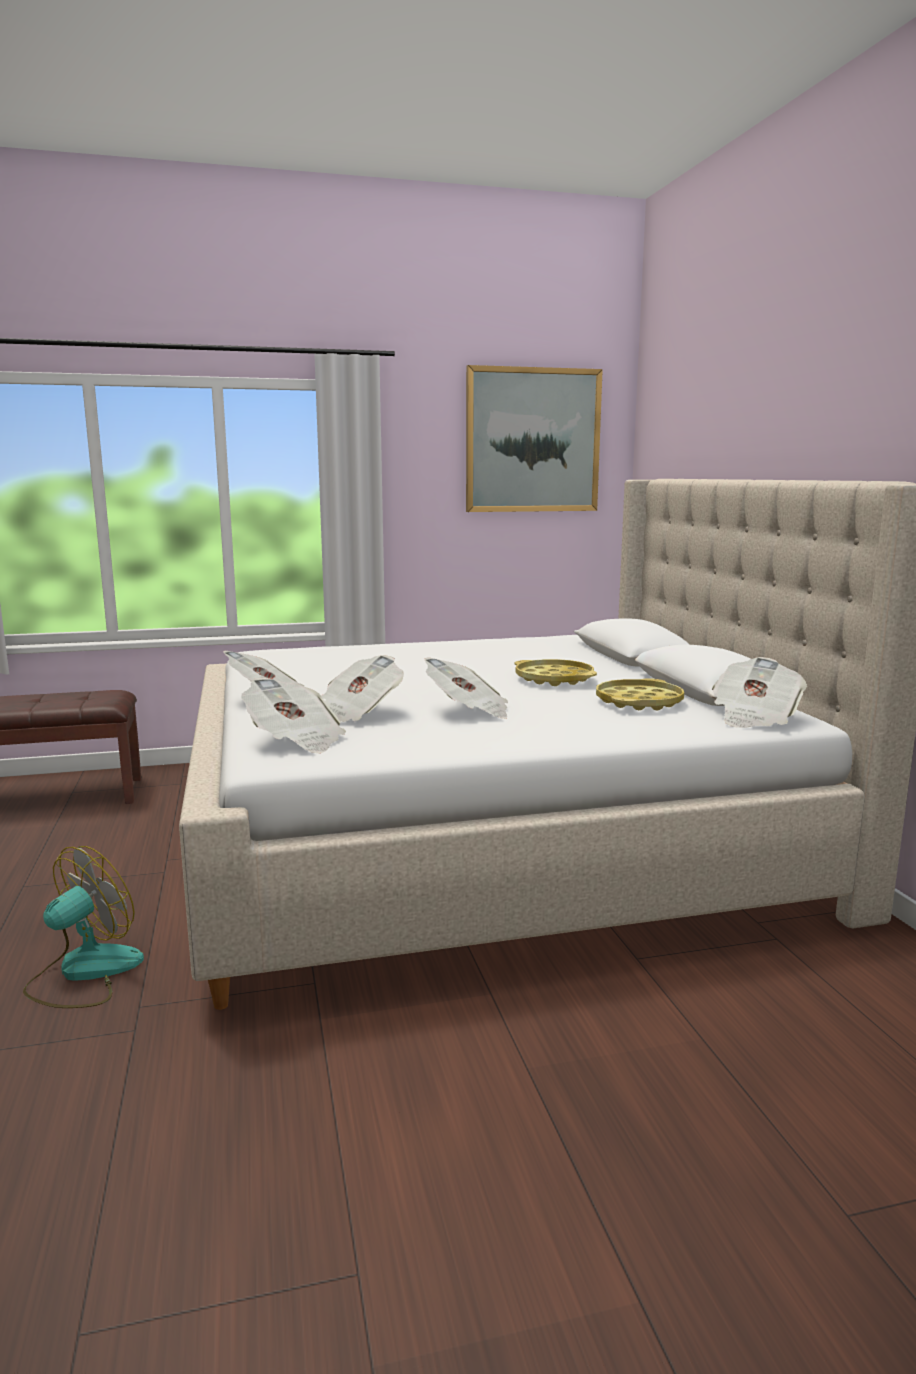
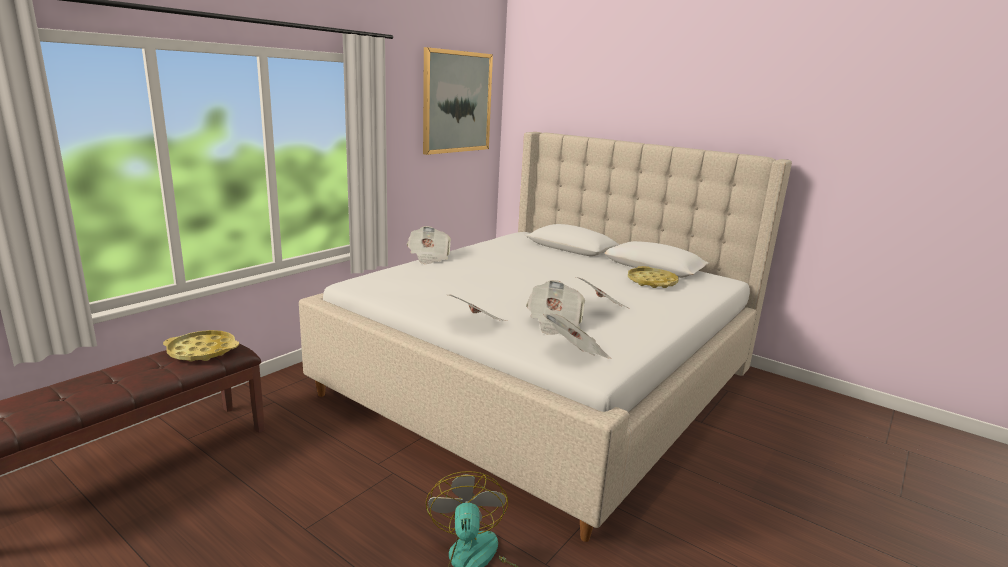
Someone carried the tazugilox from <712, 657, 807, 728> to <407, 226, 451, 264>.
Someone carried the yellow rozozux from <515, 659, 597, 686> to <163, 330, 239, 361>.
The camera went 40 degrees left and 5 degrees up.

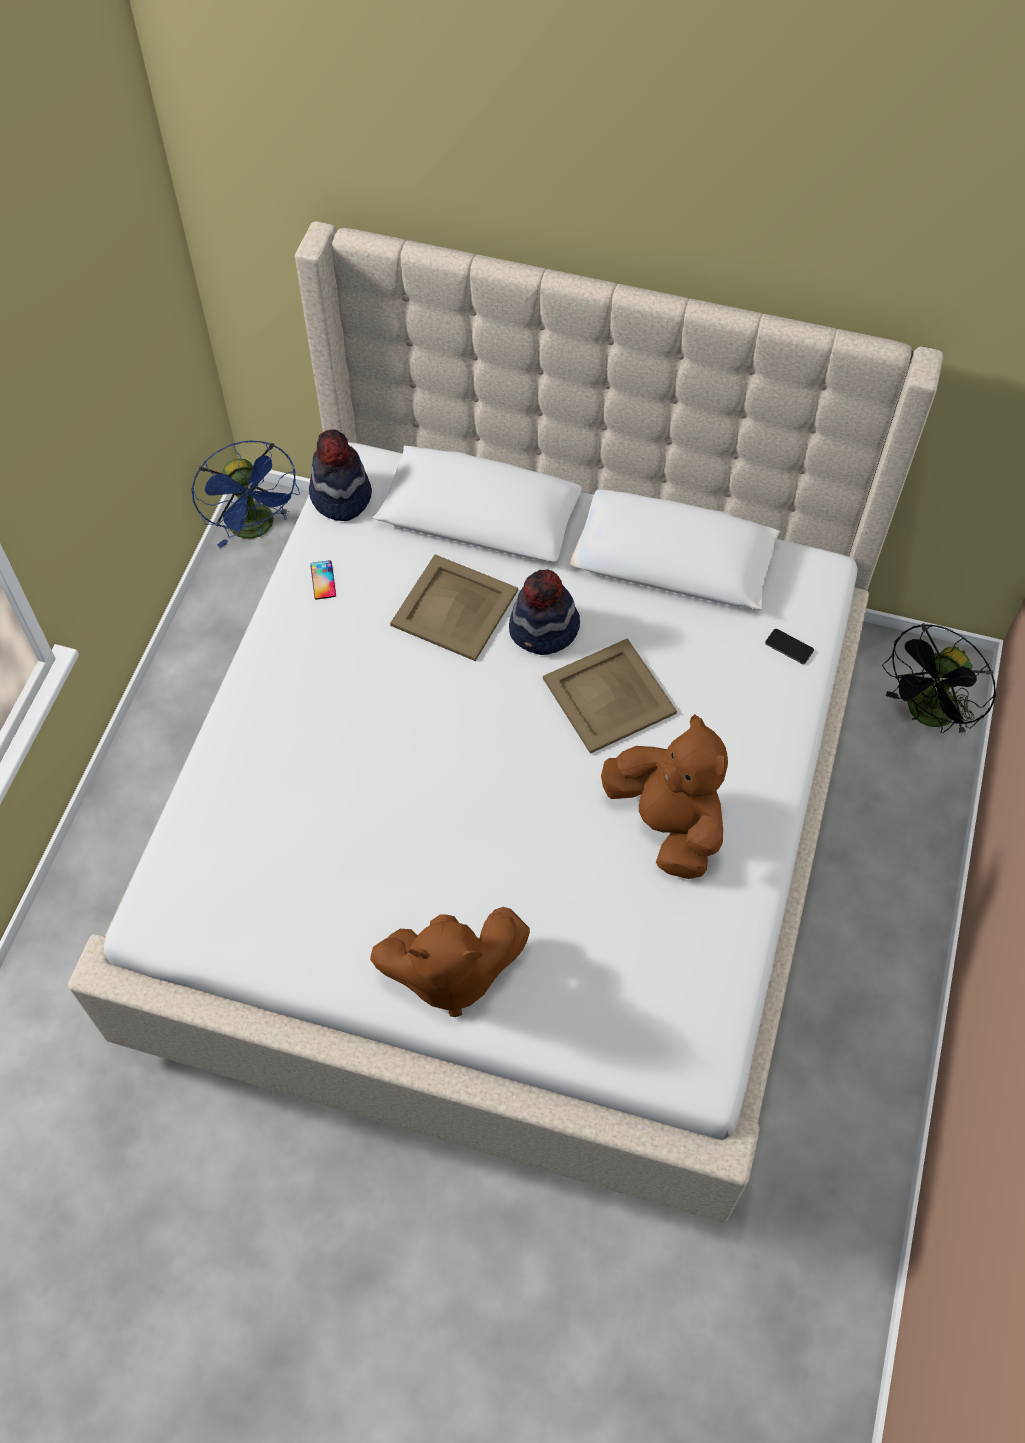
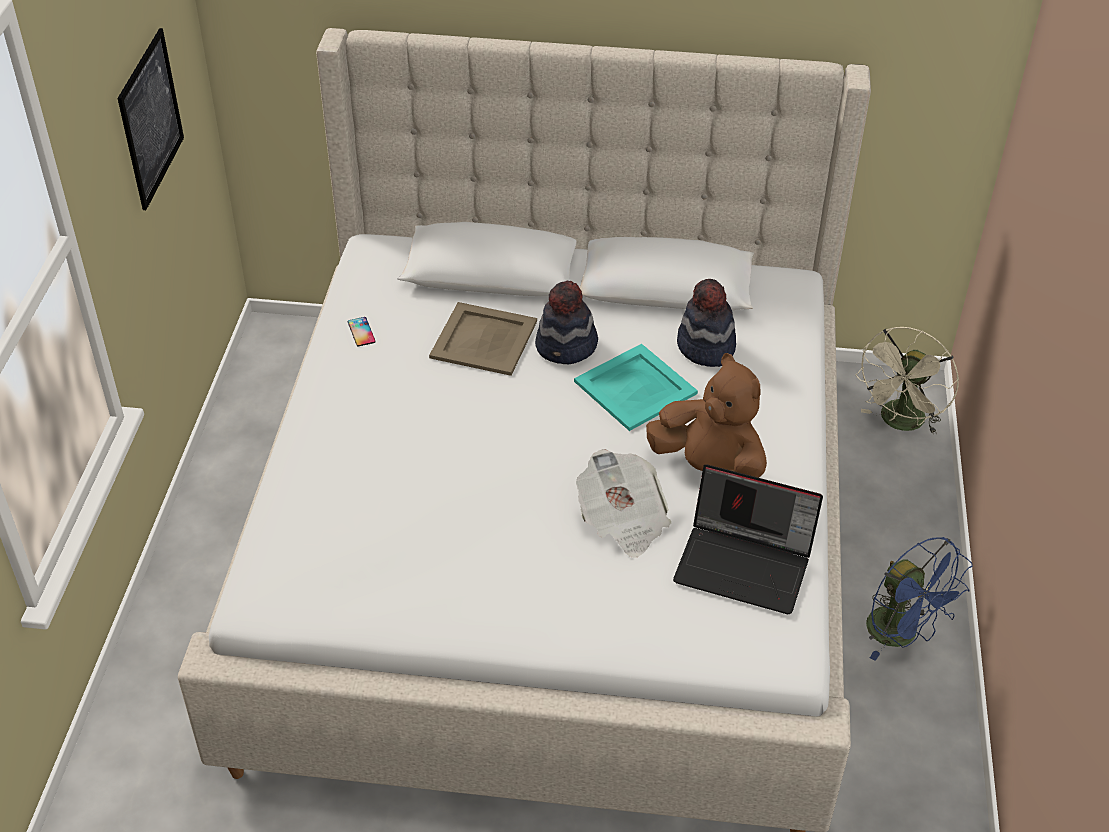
Someone carried the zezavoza from <309, 430, 372, 521> to <677, 279, 736, 367>.
Someone carried the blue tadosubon from <192, 441, 300, 548> to <866, 537, 973, 661>.
Someone repainted the black tadosubon at <882, 623, 996, 735>, which became the beige tadosubon at <856, 327, 959, 435>.
Someone took away the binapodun at <765, 629, 814, 664>.
Someone repainted the beige rozozux at <543, 638, 677, 754>, which became the turquoise rozozux at <574, 344, 698, 431>.
Someone took away the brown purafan at <370, 907, 530, 1017>.
Someone put up the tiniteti at <118, 28, 184, 210>.
Someone put down the tazugilox at <576, 449, 671, 558>.
Someone put down the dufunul at <673, 464, 823, 614>.
The camera went 10 degrees left and 15 degrees down.

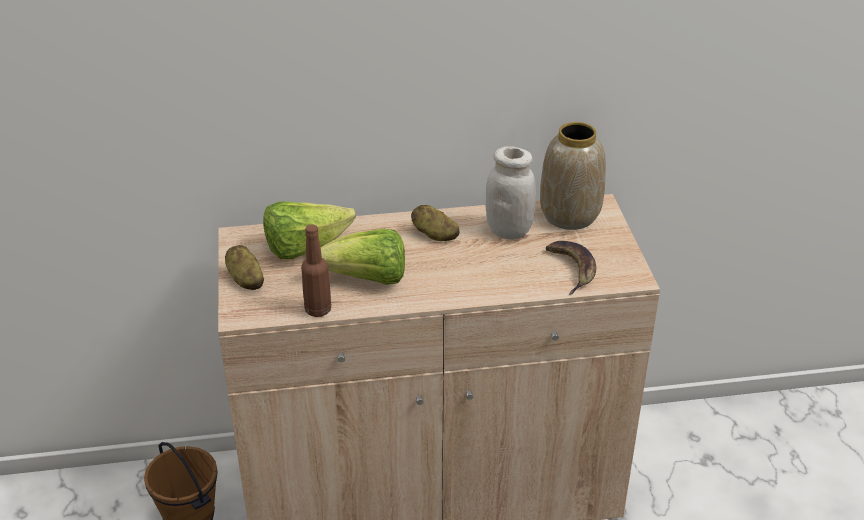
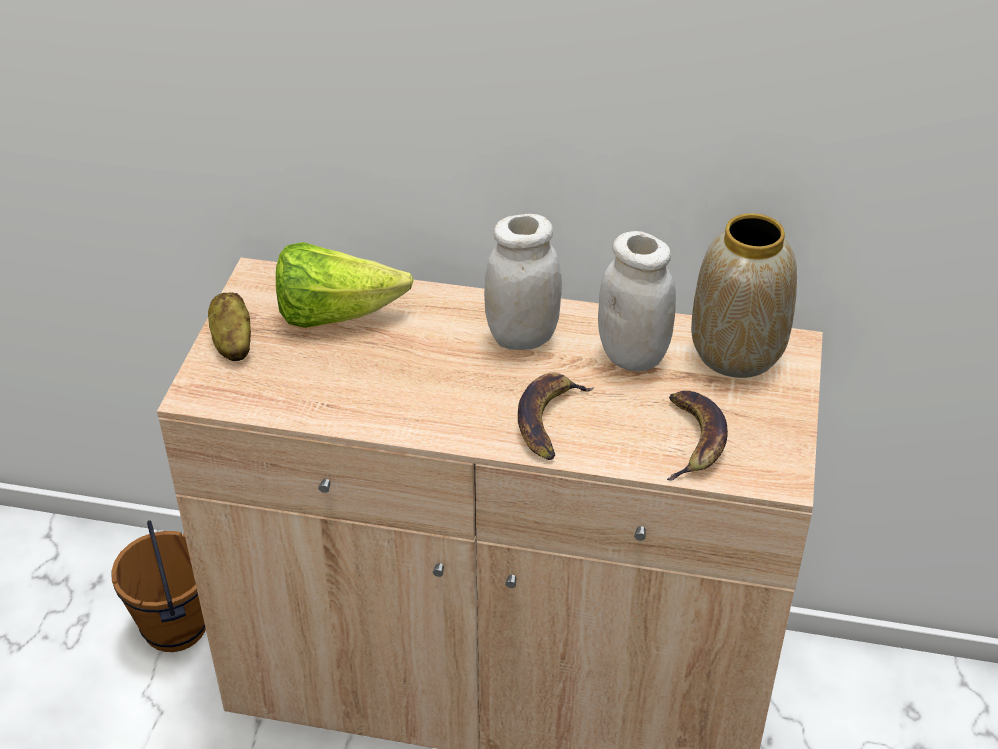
Someone swapped the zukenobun at <411, 205, 459, 241> for the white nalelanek at <484, 214, 562, 350>.
Someone took away the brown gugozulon at <301, 224, 331, 317>.
Someone took away the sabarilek at <320, 229, 405, 285>.
Someone put down the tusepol at <518, 373, 594, 460>.
The camera went 20 degrees right and 5 degrees up.

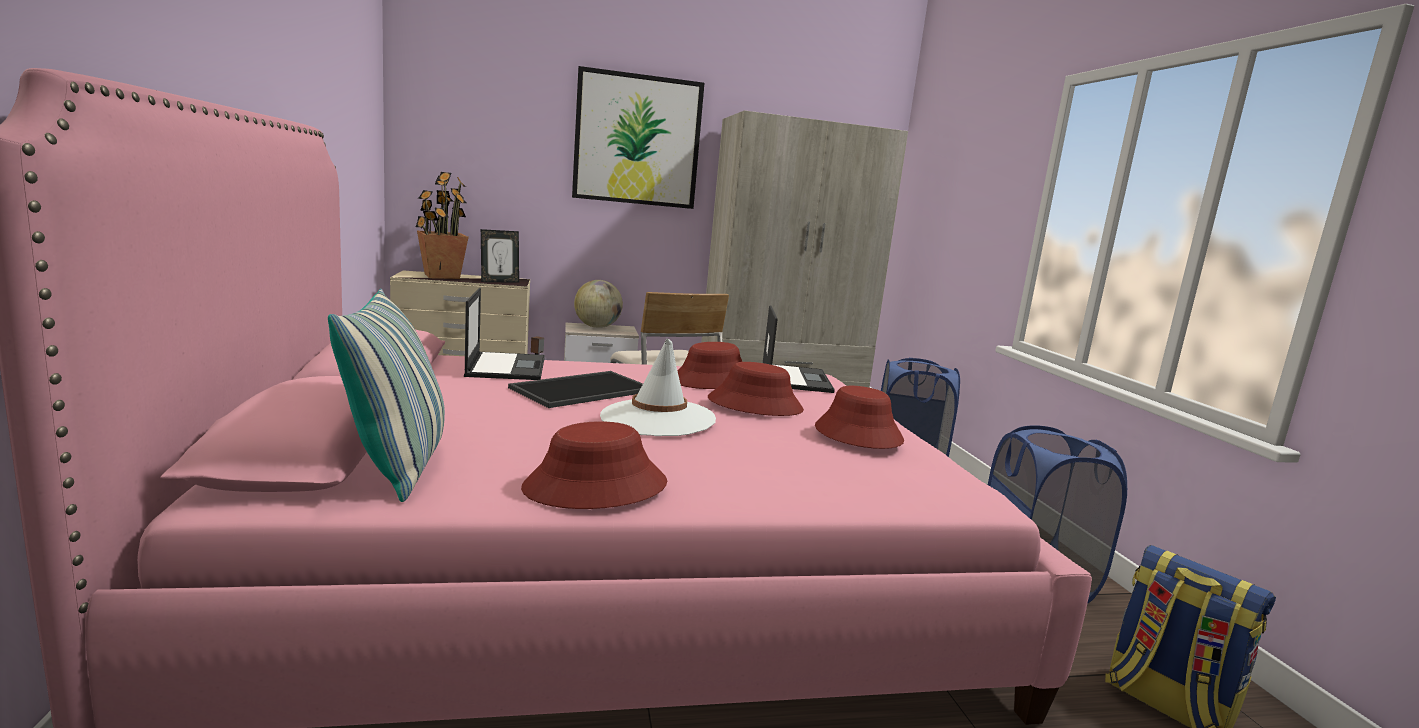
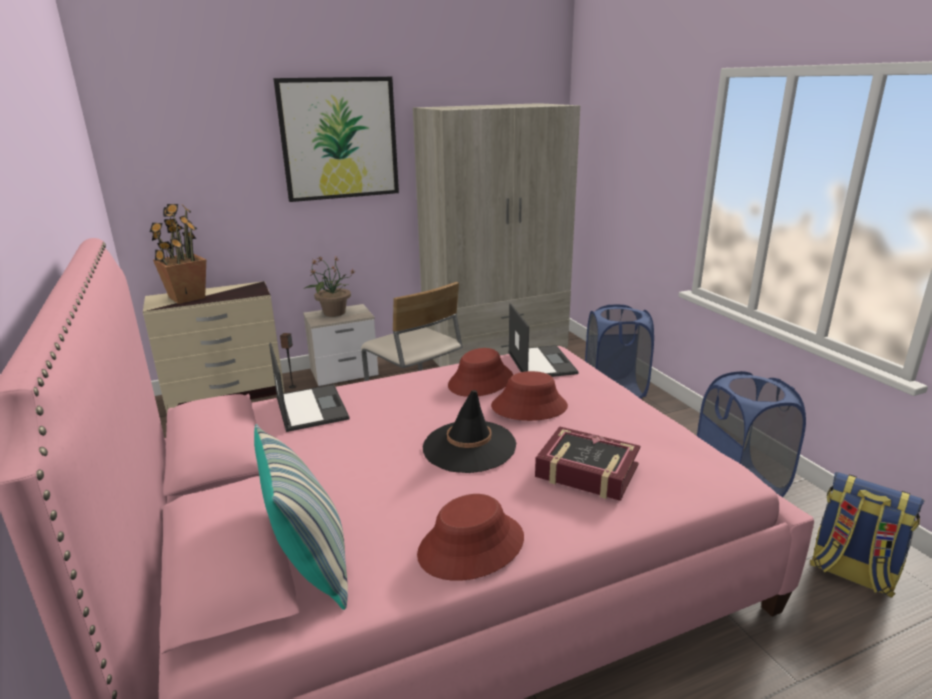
Someone took away the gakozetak at <481, 229, 519, 283>.
Someone swapped the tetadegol at <574, 280, 623, 328> for the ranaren at <305, 256, 355, 317>.
Someone repainted the white zezavoza at <600, 338, 716, 436>, which became the black zezavoza at <423, 390, 516, 473>.
Someone took away the rozozux at <508, 371, 643, 408>.
Someone took away the red zezavoza at <815, 386, 904, 449>.
Someone put down the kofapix at <535, 426, 640, 501>.
The camera went 10 degrees left and 10 degrees up.

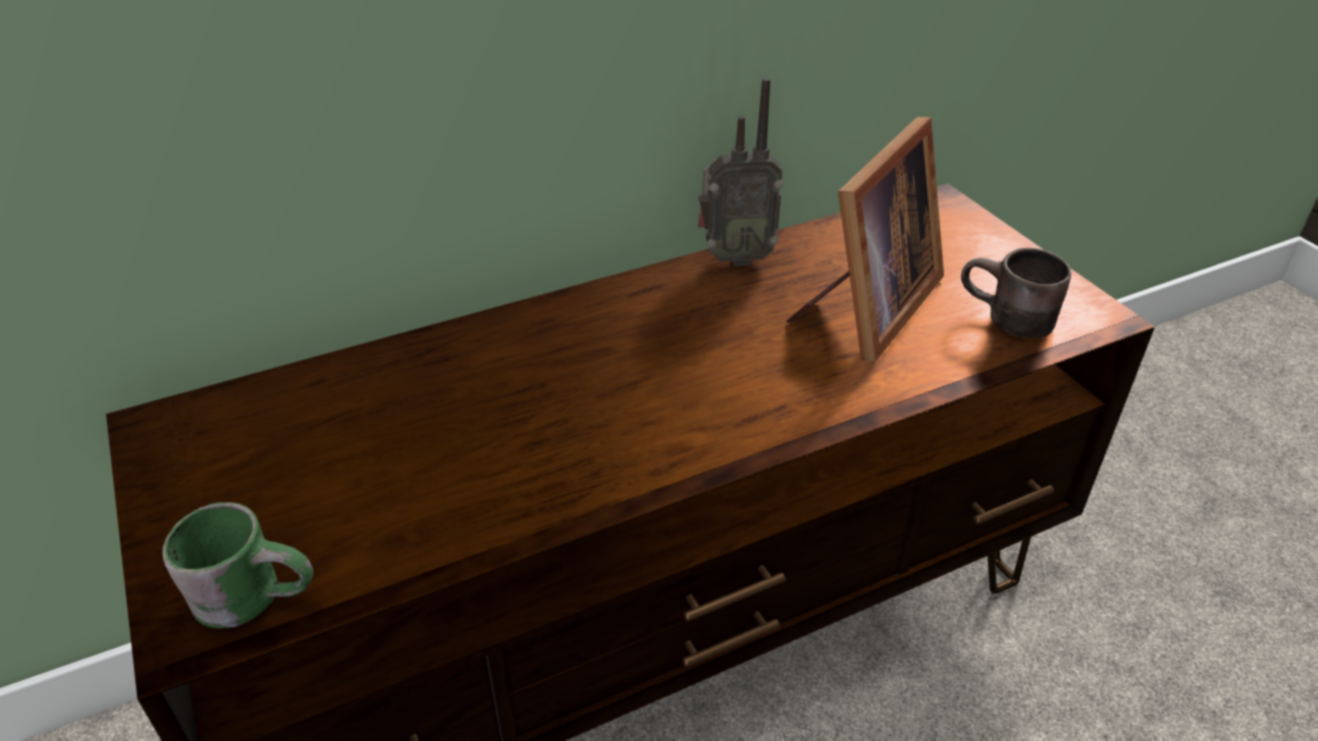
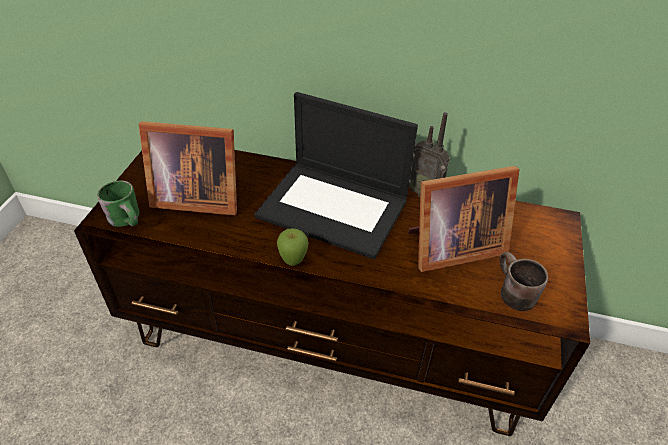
Someone put down the dufunul at <255, 92, 418, 259>.
Someone put down the gakozetak at <139, 121, 237, 216>.
Someone put down the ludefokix at <277, 228, 308, 266>.
The camera went 40 degrees right and 5 degrees up.

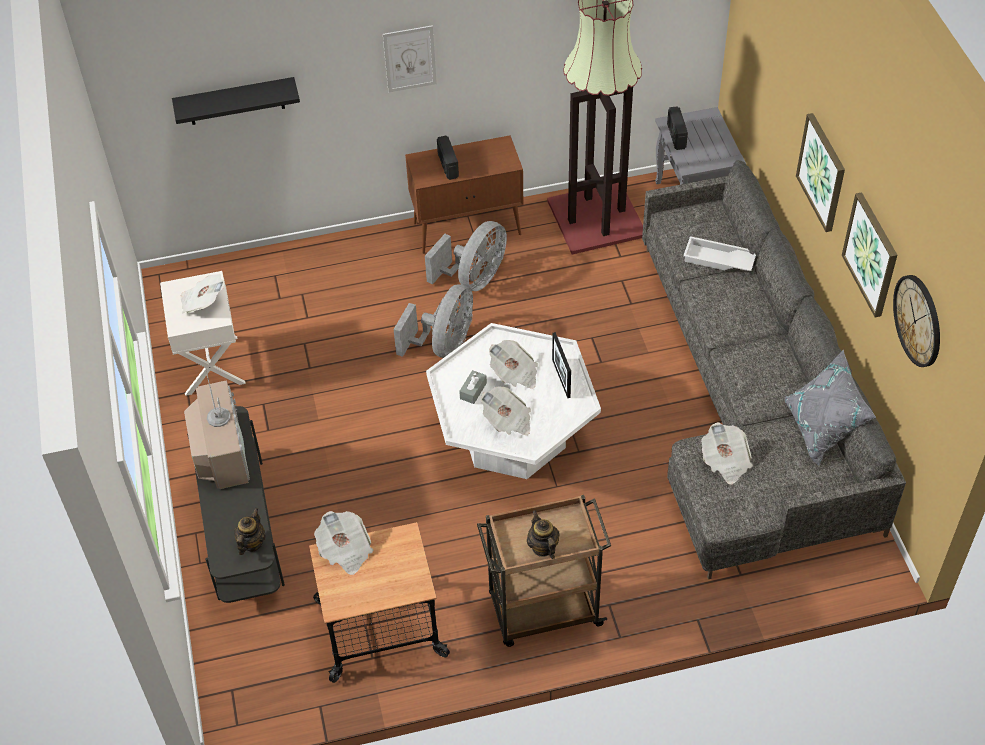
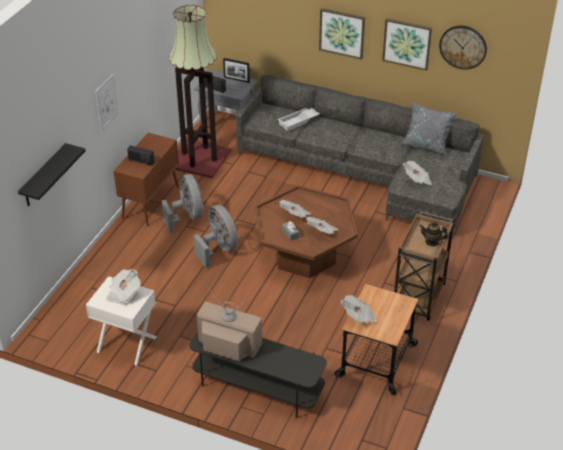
Someone repainted the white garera at <426, 323, 601, 479>, which became the brown garera at <255, 185, 358, 278>.
Someone carried the gakozetak from <552, 332, 571, 398> to <223, 58, 250, 83>.
Someone took away the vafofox at <234, 508, 265, 555>.
The camera went 55 degrees left and 10 degrees down.

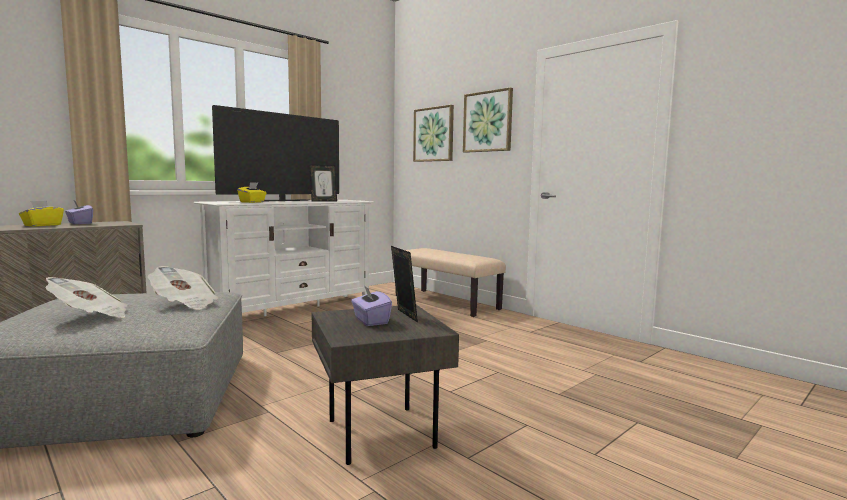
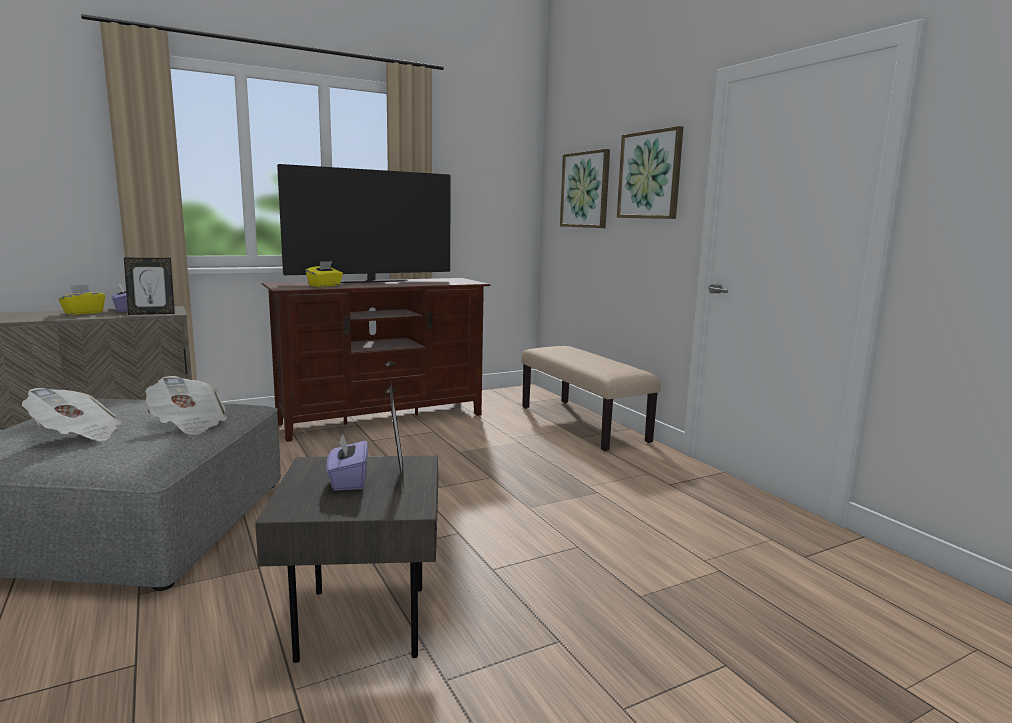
Someone carried the gakozetak from <309, 164, 337, 202> to <124, 258, 175, 315>.
Someone repainted the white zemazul at <193, 200, 374, 316>, which became the brown zemazul at <262, 278, 491, 442>.
The camera went 15 degrees right and 5 degrees up.

